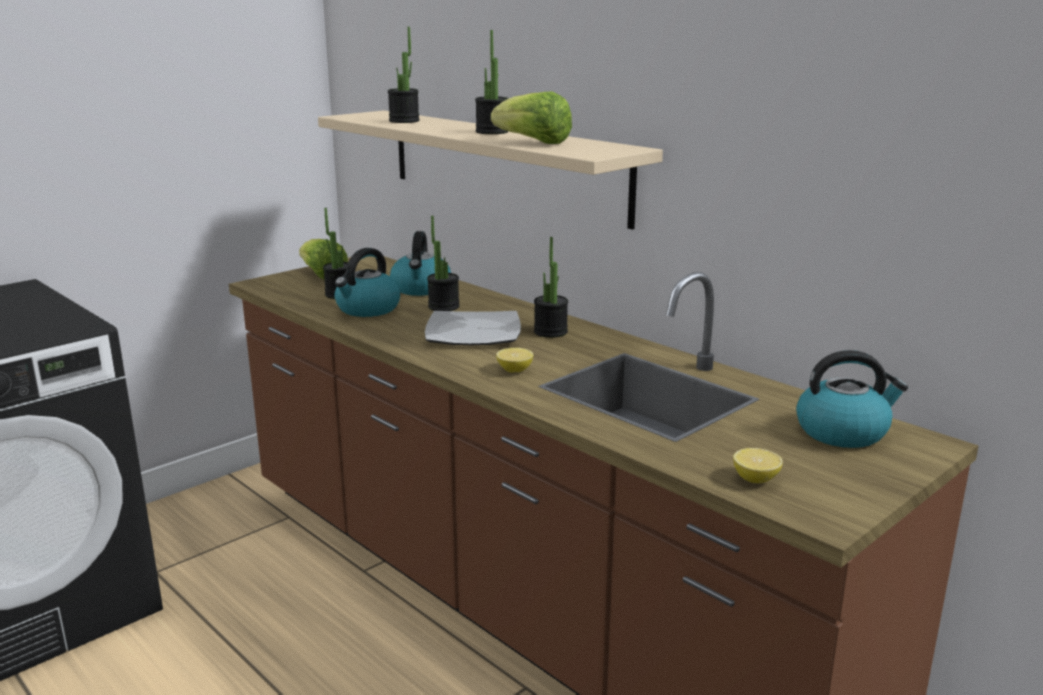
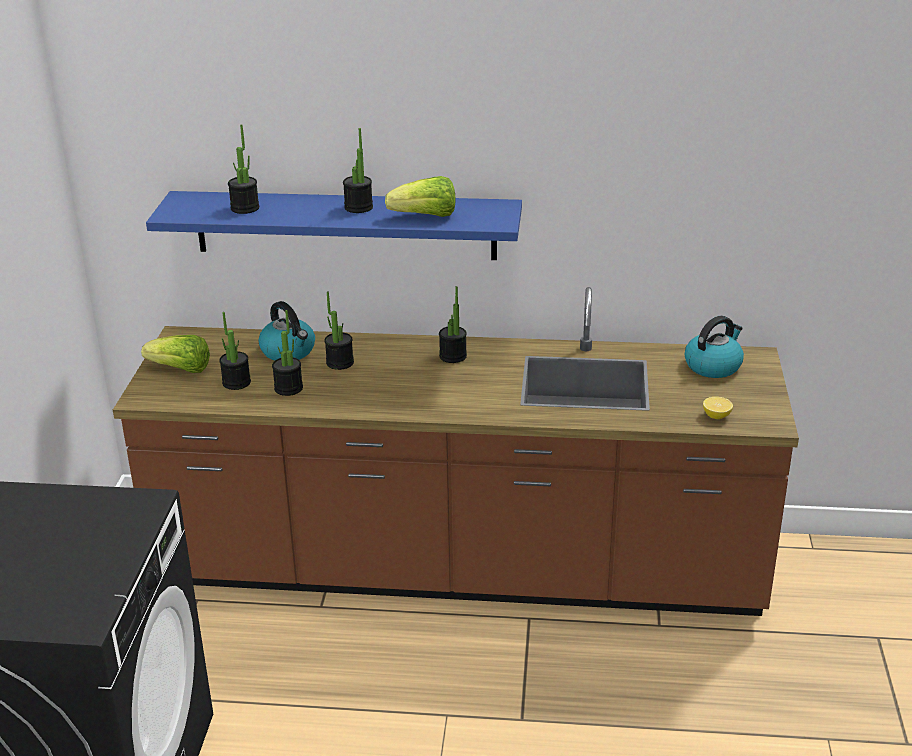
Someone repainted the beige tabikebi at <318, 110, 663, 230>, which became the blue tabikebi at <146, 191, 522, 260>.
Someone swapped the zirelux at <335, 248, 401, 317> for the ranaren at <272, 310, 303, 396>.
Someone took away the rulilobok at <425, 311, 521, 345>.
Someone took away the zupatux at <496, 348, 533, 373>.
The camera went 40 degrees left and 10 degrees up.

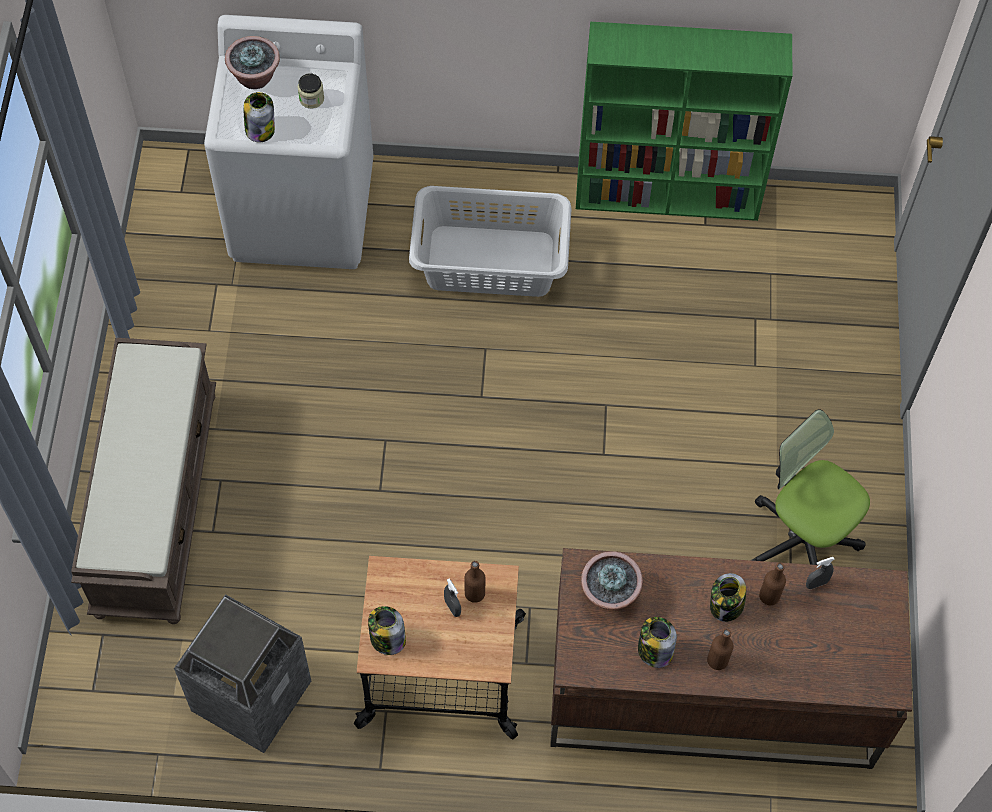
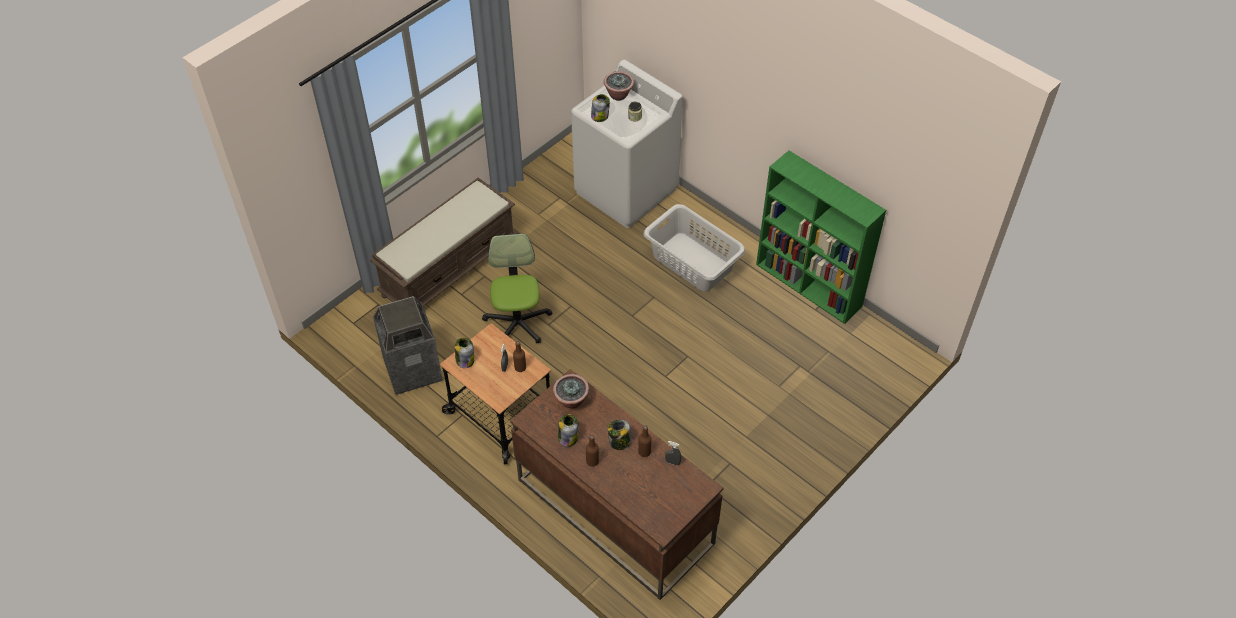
Someone carried the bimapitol from <750, 409, 870, 565> to <482, 234, 552, 343>.
The camera went 40 degrees right and 10 degrees down.

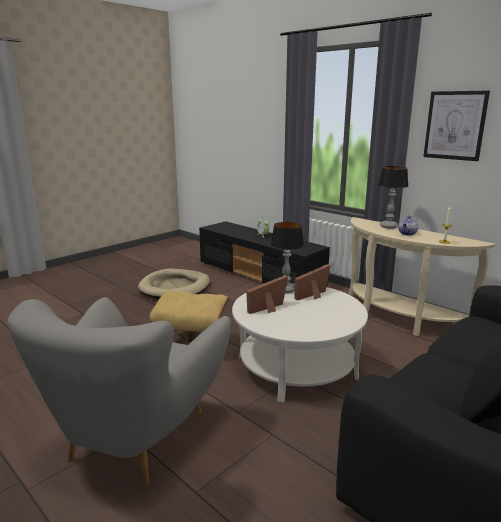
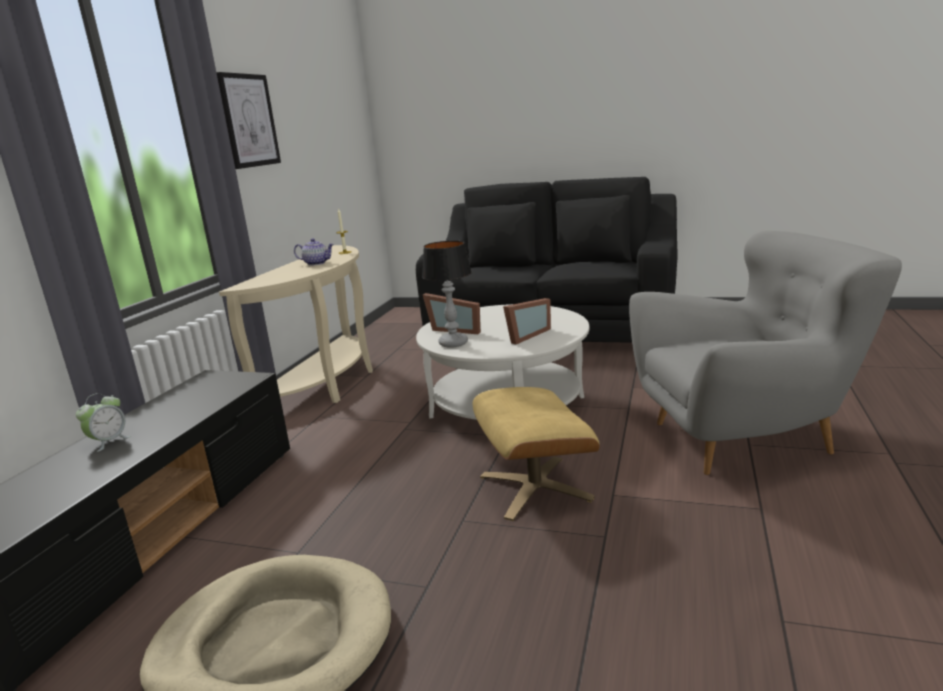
Someone took away the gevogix at <378, 166, 408, 229>.
Someone rotated the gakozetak at <246, 275, 288, 314> by 75 degrees counterclockwise.
The camera went 115 degrees left and 0 degrees up.

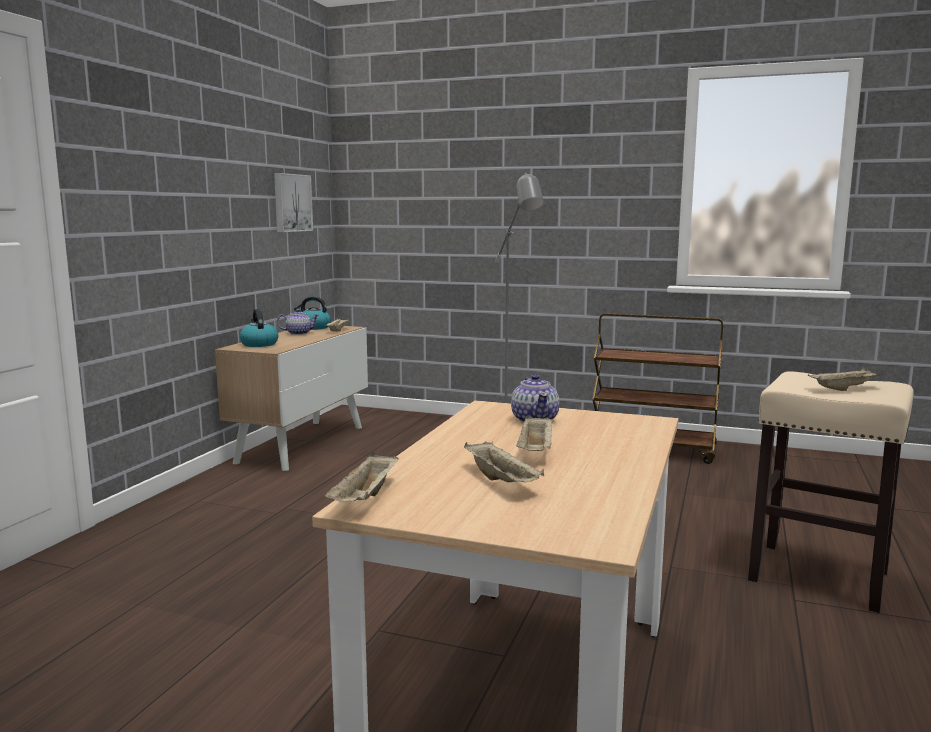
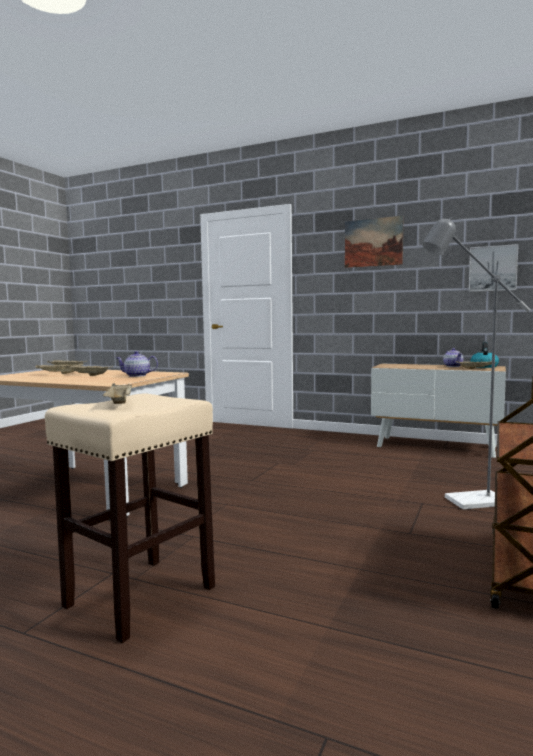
Someone took away the zirelux at <240, 309, 278, 347>.
Someone put up the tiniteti at <345, 216, 403, 268>.
The camera went 95 degrees right and 5 degrees down.

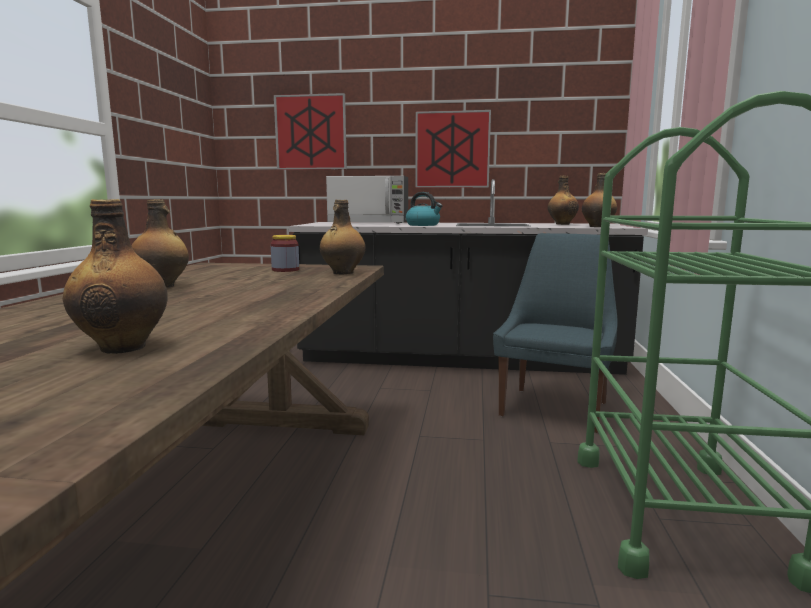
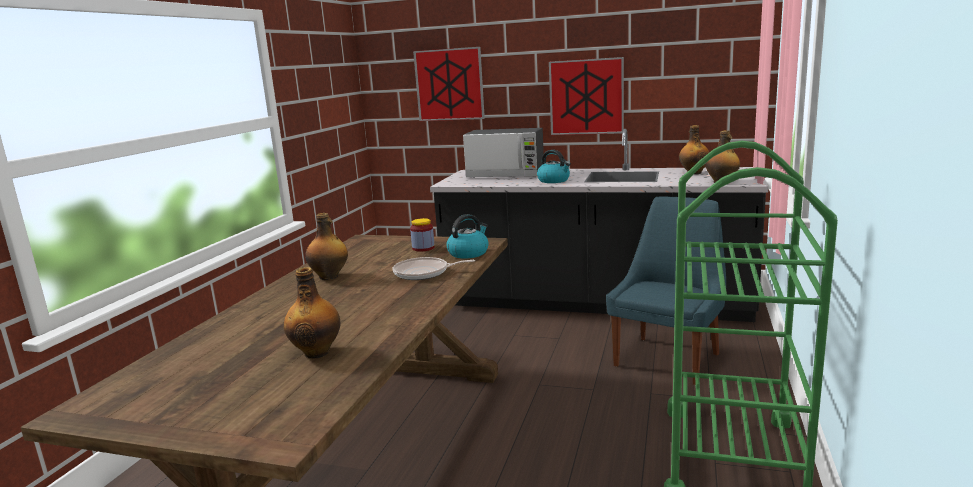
Someone swapped the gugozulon at <320, 200, 365, 274> for the zirelux at <446, 214, 489, 259>.
Someone put down the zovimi at <393, 257, 475, 280>.
The camera went 10 degrees right and 5 degrees up.

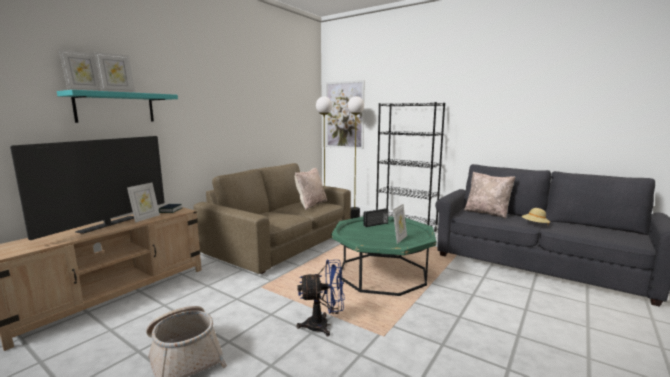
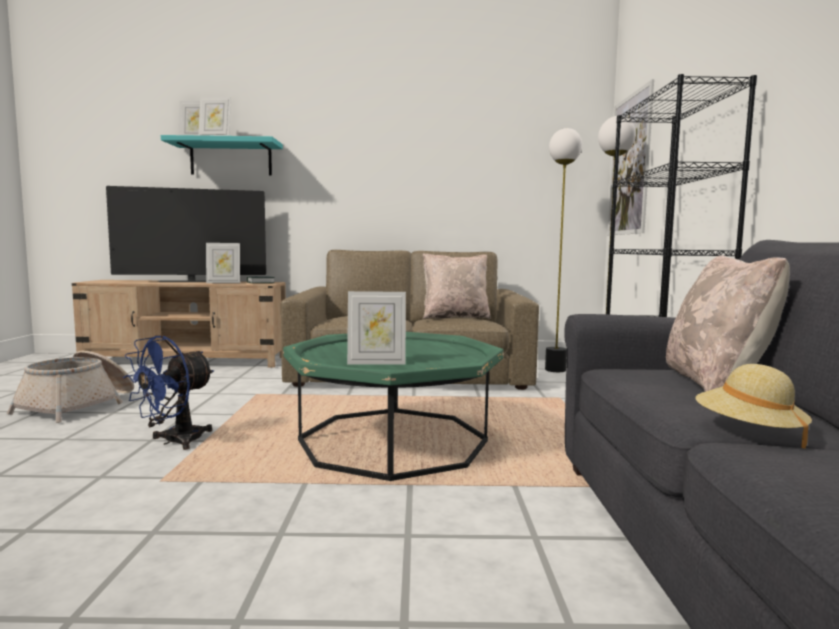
Someone took away the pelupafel at <363, 208, 388, 227>.
Someone rotated the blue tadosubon at <296, 260, 345, 336> by 75 degrees clockwise.
The camera went 55 degrees right and 5 degrees down.

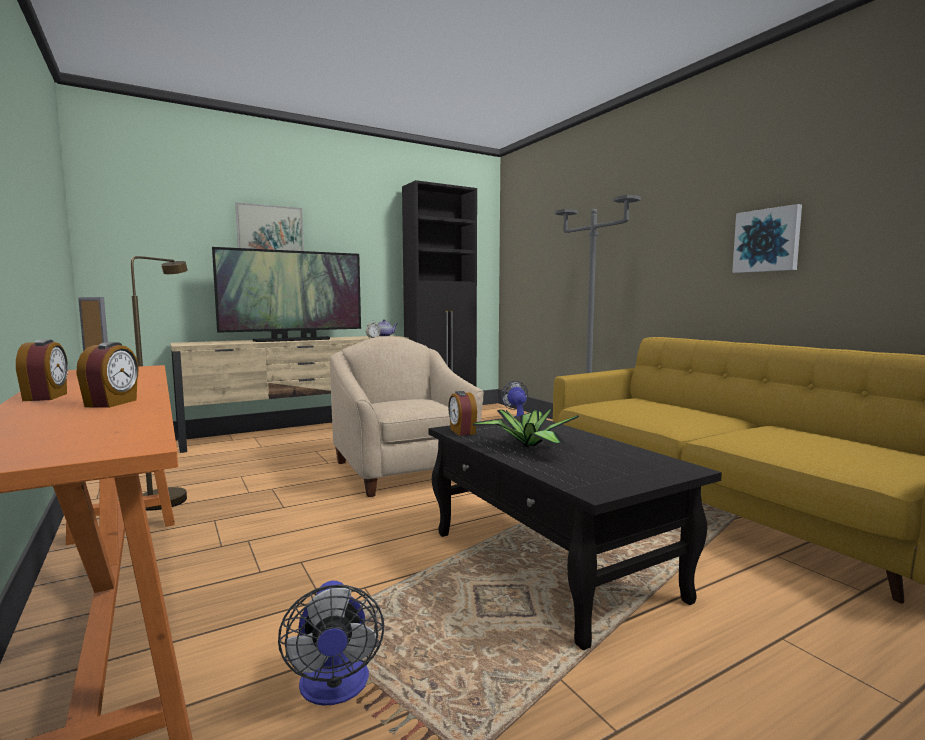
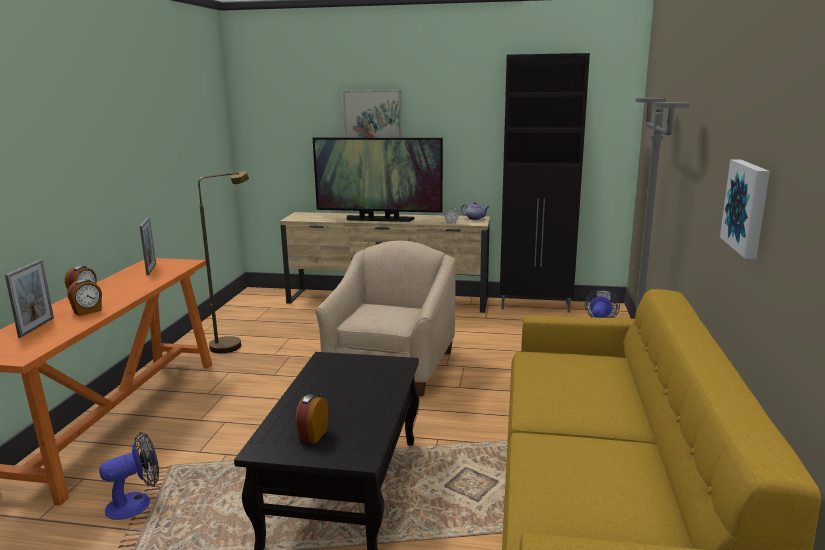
Someone carried the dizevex from <448, 391, 477, 436> to <295, 394, 328, 444>.
Someone took away the ranaren at <472, 408, 579, 448>.
Someone rotated the tadosubon at <278, 581, 384, 705> by 150 degrees counterclockwise.
Someone put down the gakozetak at <5, 259, 54, 338>.
The camera went 40 degrees right and 10 degrees up.

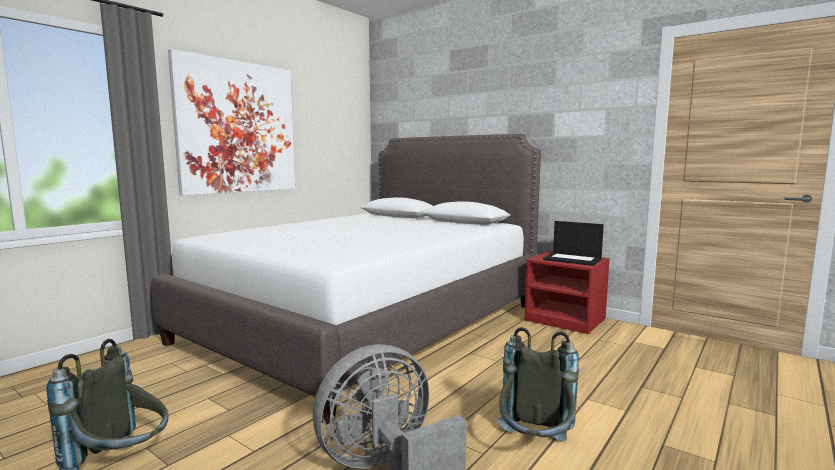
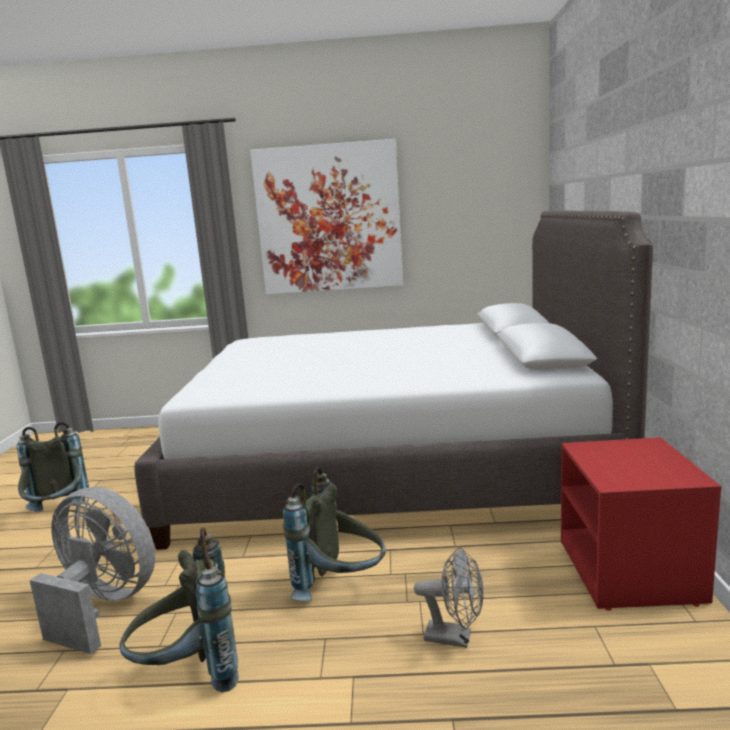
Someone took away the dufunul at <543, 221, 604, 266>.
Someone put down the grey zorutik at <283, 467, 386, 601>.
Someone put down the grey tadosubon at <414, 547, 484, 648>.
The camera went 55 degrees right and 5 degrees up.

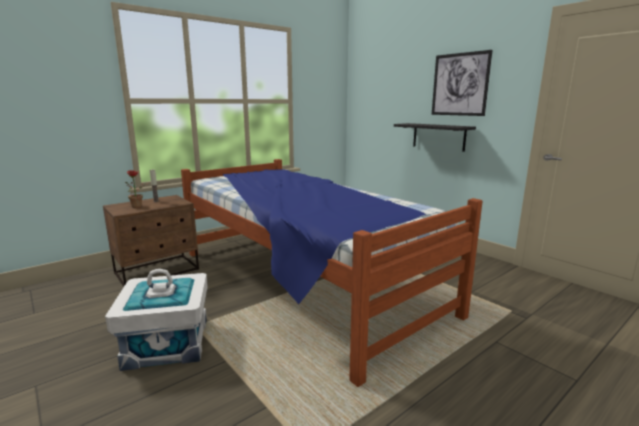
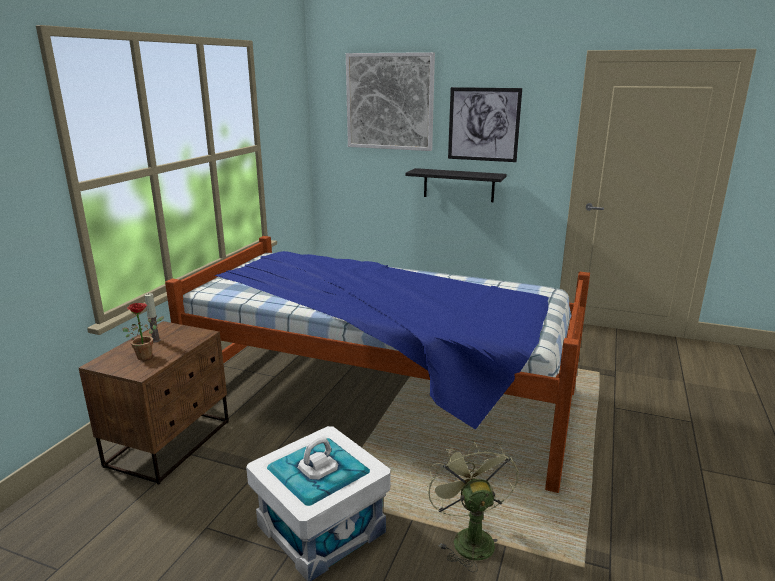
Someone put up the tiniteti at <346, 52, 435, 151>.
Someone put down the green tadosubon at <427, 440, 518, 572>.
The camera went 30 degrees left and 5 degrees up.

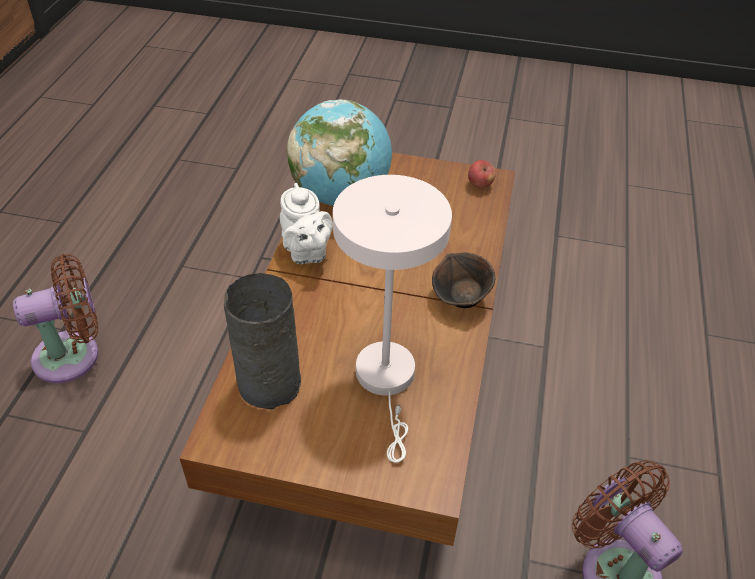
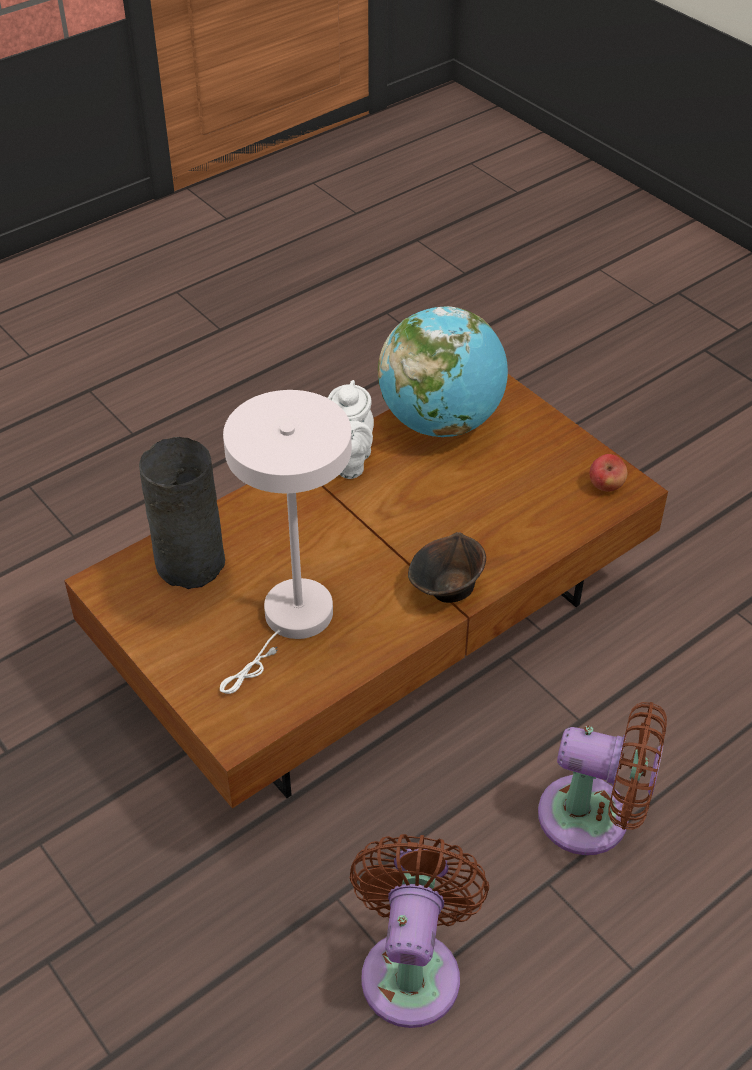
Someone carried the brown tadosubon from <13, 254, 99, 383> to <538, 702, 667, 855>.
The camera went 40 degrees right and 0 degrees up.

